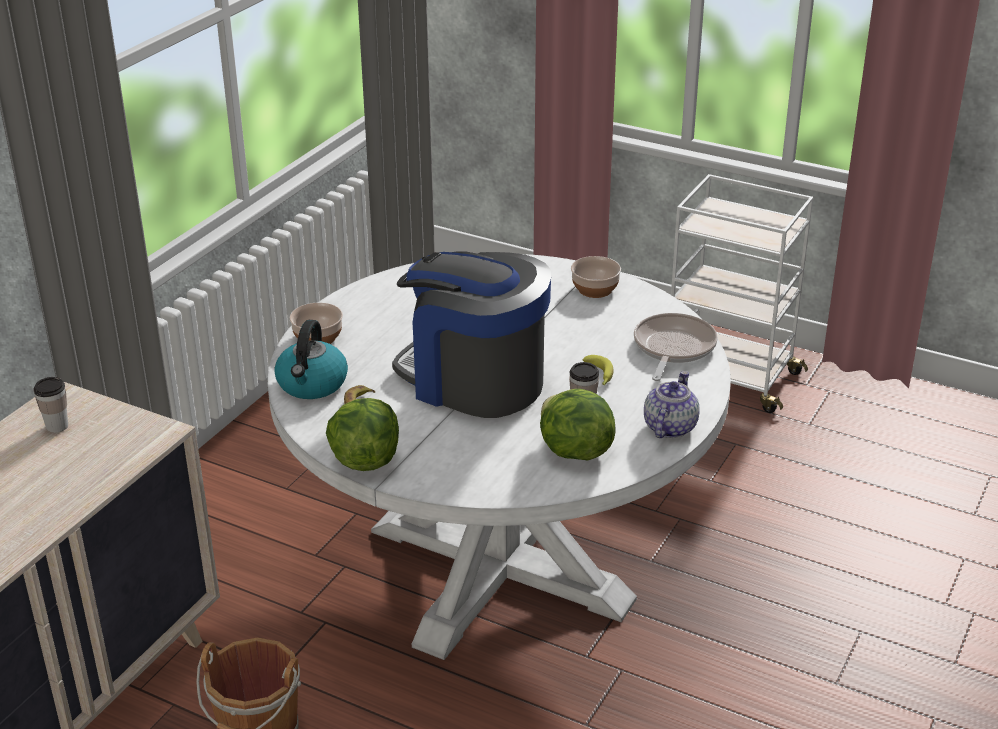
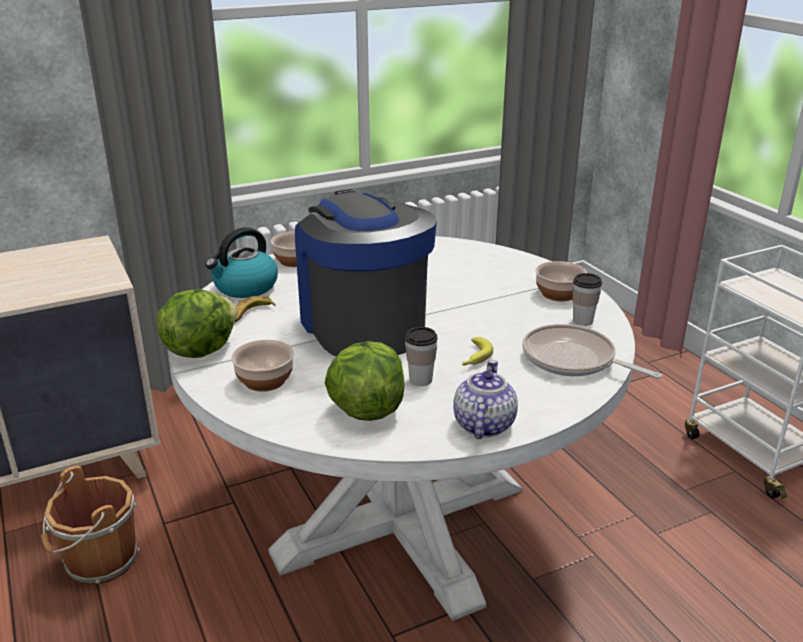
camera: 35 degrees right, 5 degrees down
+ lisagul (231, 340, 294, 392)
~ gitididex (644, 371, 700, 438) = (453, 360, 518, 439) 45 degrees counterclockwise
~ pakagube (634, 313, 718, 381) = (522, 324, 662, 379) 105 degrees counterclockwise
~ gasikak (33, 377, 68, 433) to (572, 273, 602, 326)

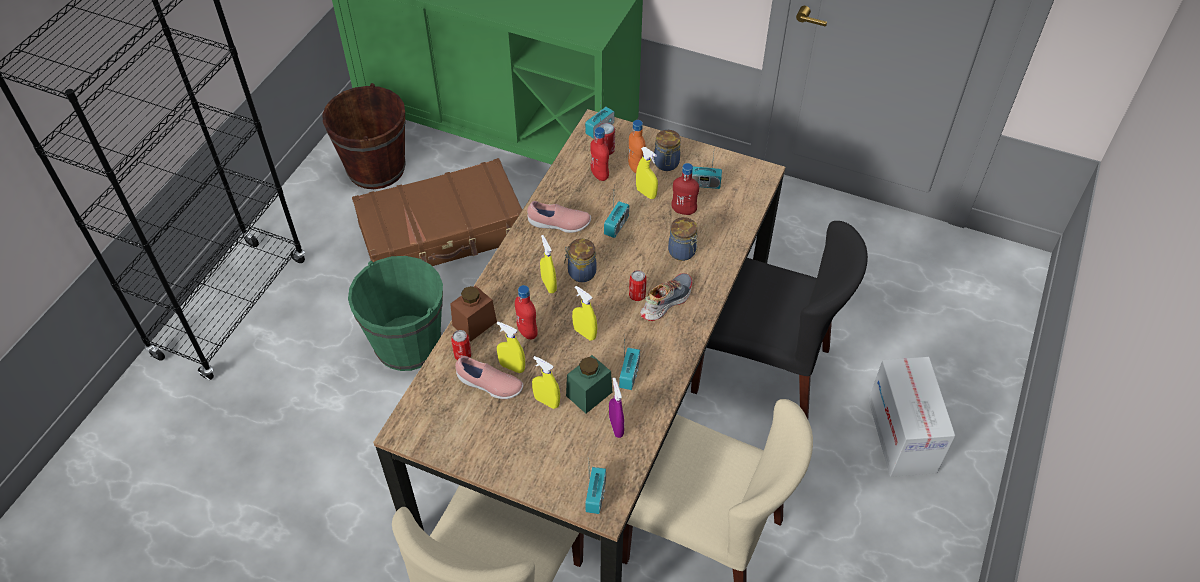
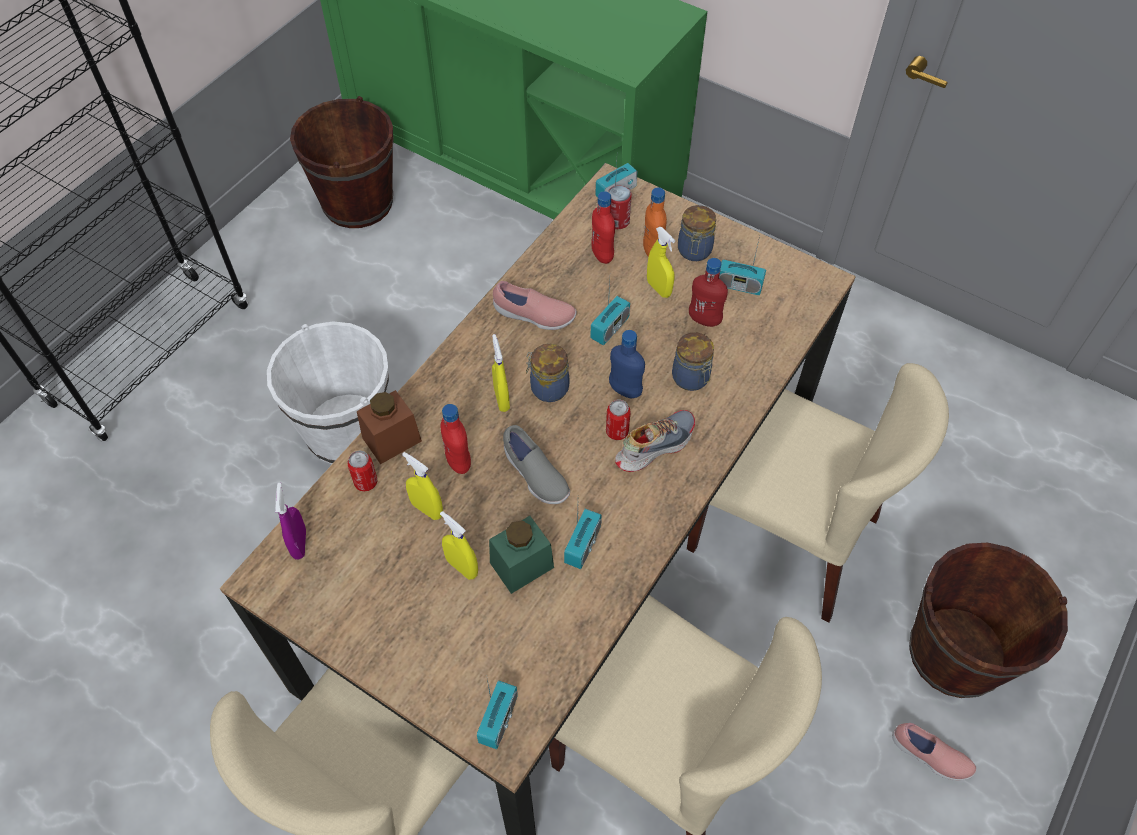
camera: 10 degrees right, 5 degrees up
~ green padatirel (348, 256, 443, 371) to white padatirel (267, 321, 389, 464)
~ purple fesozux (609, 378, 624, 438) to (275, 483, 306, 560)
~ yellow fesozux (572, 286, 597, 341) to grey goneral (503, 425, 570, 504)
+ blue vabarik (609, 330, 645, 399)
~ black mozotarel (691, 221, 868, 419) to beige mozotarel (687, 363, 949, 623)
~ pink goneral (455, 356, 523, 399) to (892, 723, 977, 781)
~ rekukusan (868, 357, 955, 477) to brown padatirel (909, 542, 1068, 698)
- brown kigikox (352, 158, 523, 266)

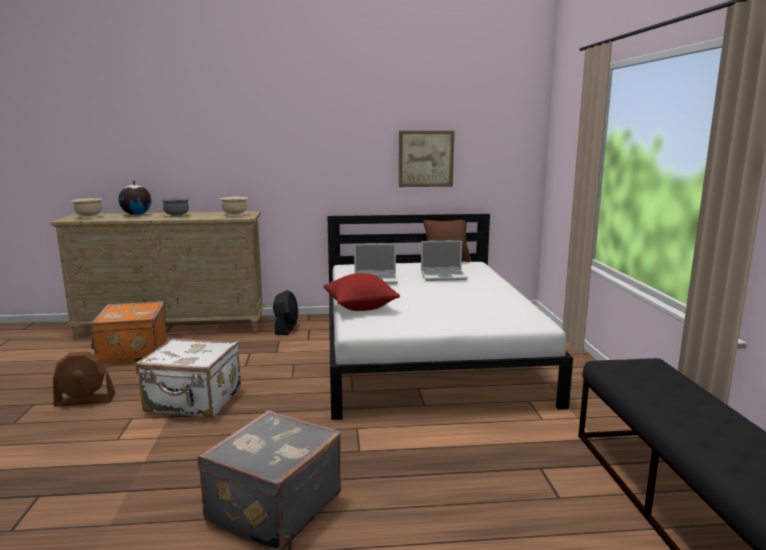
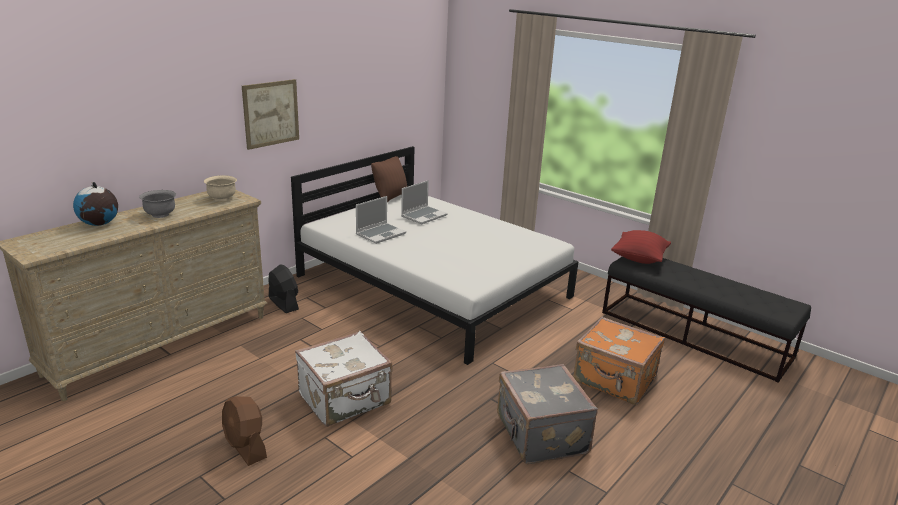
camera: 45 degrees left, 10 degrees up
~ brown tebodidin (53, 352, 115, 407) = (222, 396, 267, 466) 105 degrees clockwise
~ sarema (399, 131, 454, 187) to (242, 79, 299, 150)
~ orange kigikox (90, 301, 167, 366) to (573, 317, 665, 405)
~ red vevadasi (323, 273, 400, 311) to (611, 230, 671, 264)
- beige lisagul (72, 198, 102, 218)

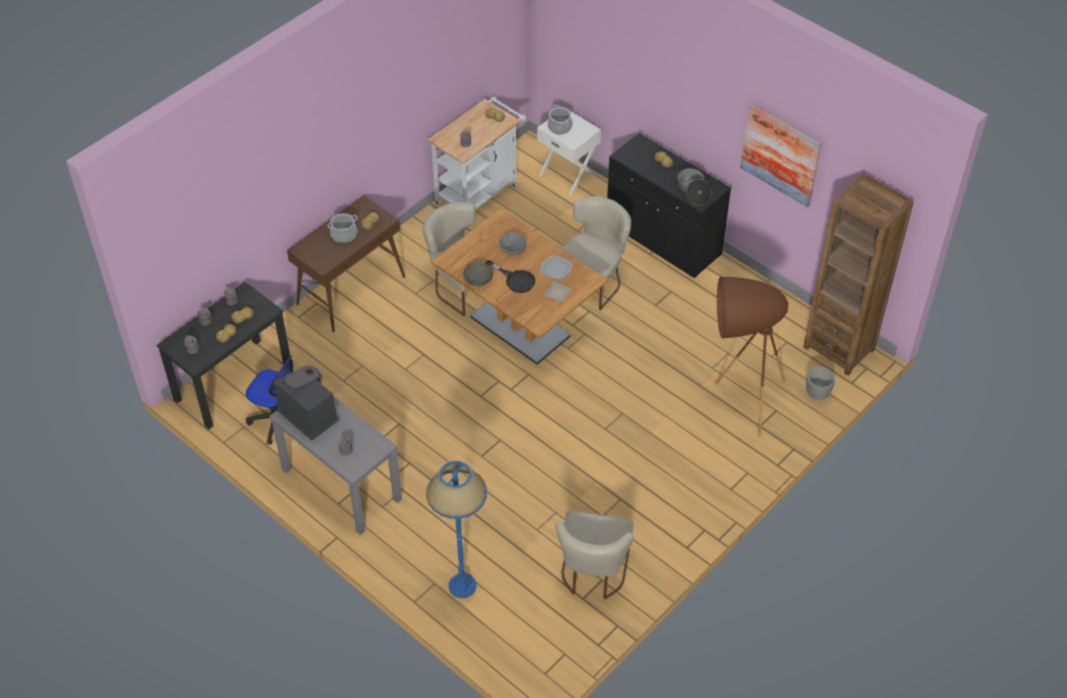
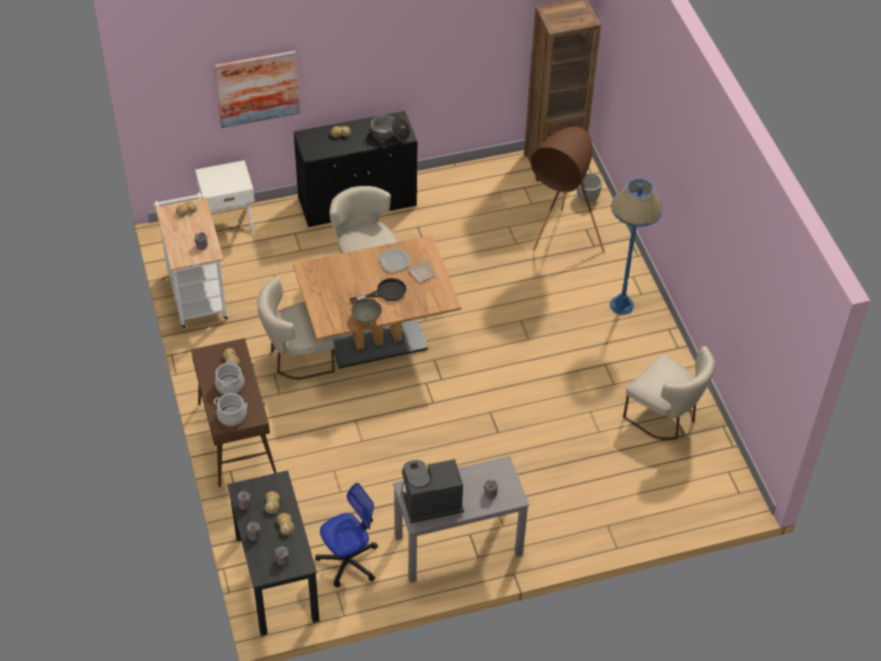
camera: 60 degrees left, 0 degrees up
~ sarema (740, 103, 822, 207) to (214, 50, 300, 128)
~ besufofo (547, 105, 573, 134) to (214, 393, 247, 426)
~ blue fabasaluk (426, 461, 487, 598) to (610, 179, 663, 315)
- grey lisagul (499, 233, 527, 256)

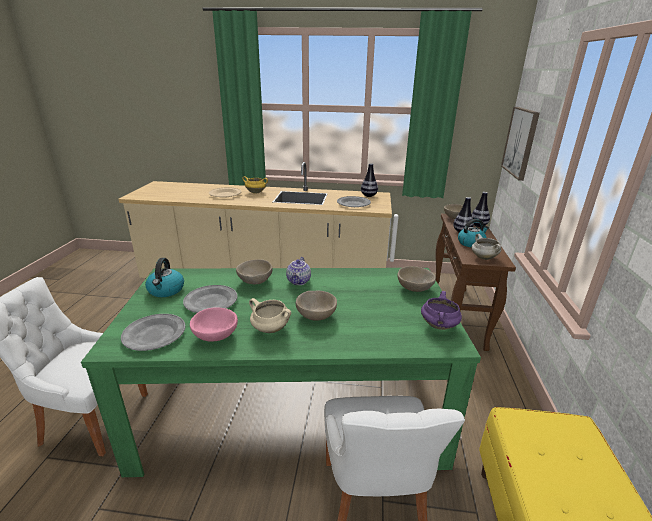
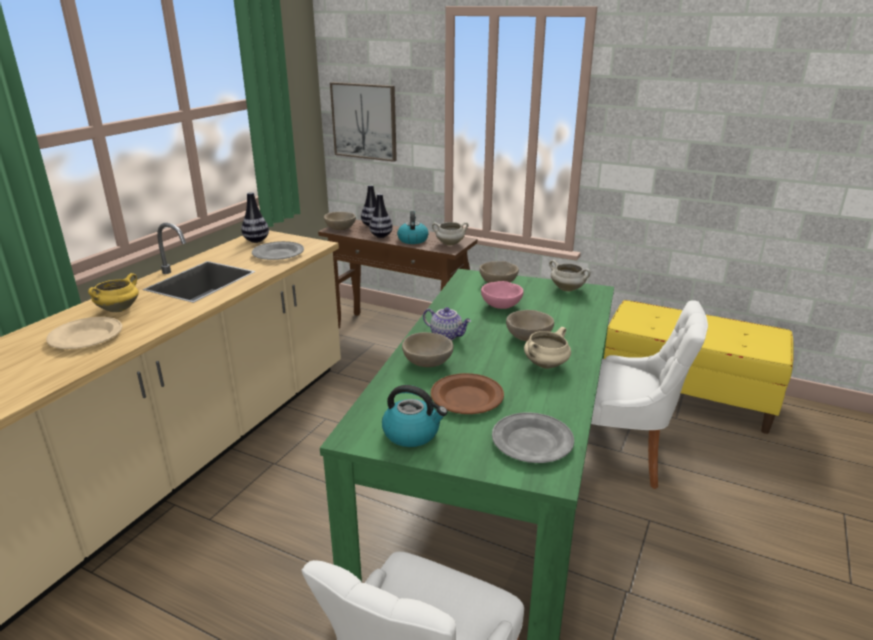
camera: 70 degrees left, 0 degrees up
~ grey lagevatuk (183, 285, 238, 313) to brown lagevatuk (431, 373, 504, 414)
~ pink lisagul (190, 307, 238, 342) to (481, 281, 524, 309)
~ purple besufofo (421, 291, 462, 330) to white besufofo (549, 260, 591, 291)

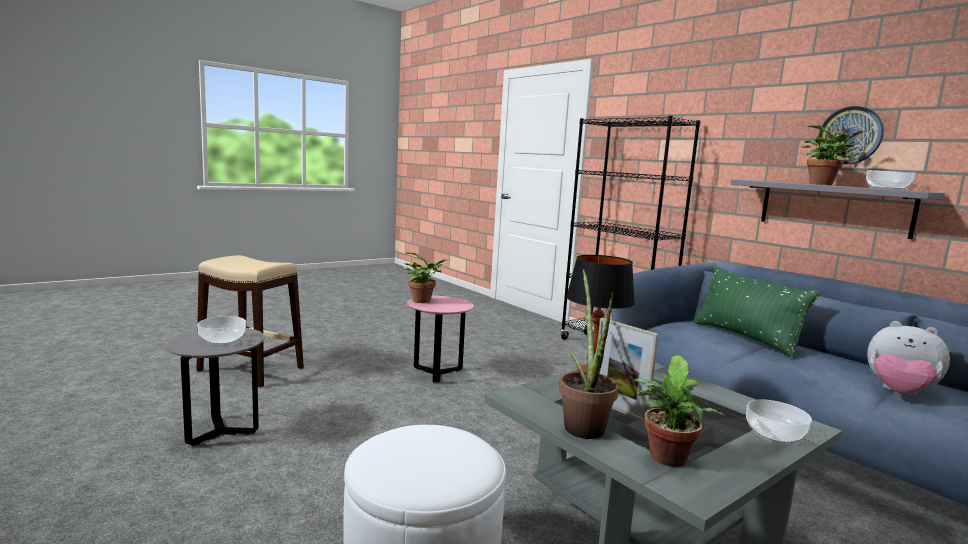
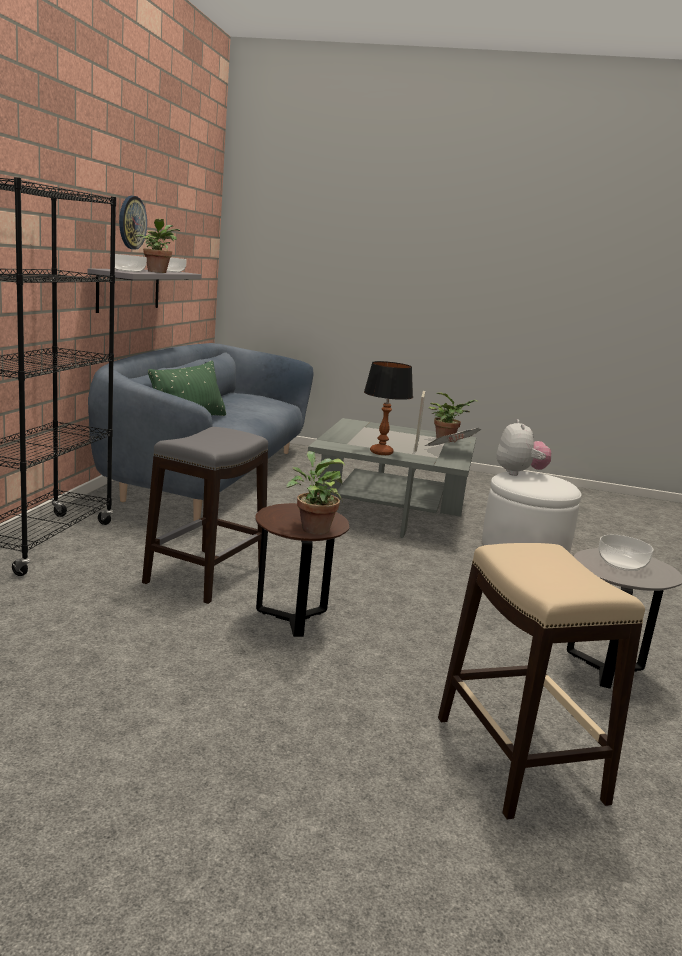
camera: 130 degrees left, 5 degrees up
~ lisagul (746, 399, 812, 444) to (115, 254, 147, 272)
+ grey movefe (142, 427, 268, 604)
~ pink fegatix (407, 296, 474, 382) to brown fegatix (255, 503, 349, 637)
~ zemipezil (559, 269, 619, 439) to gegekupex (424, 428, 482, 446)
~ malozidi (867, 321, 950, 395) to (497, 419, 551, 476)

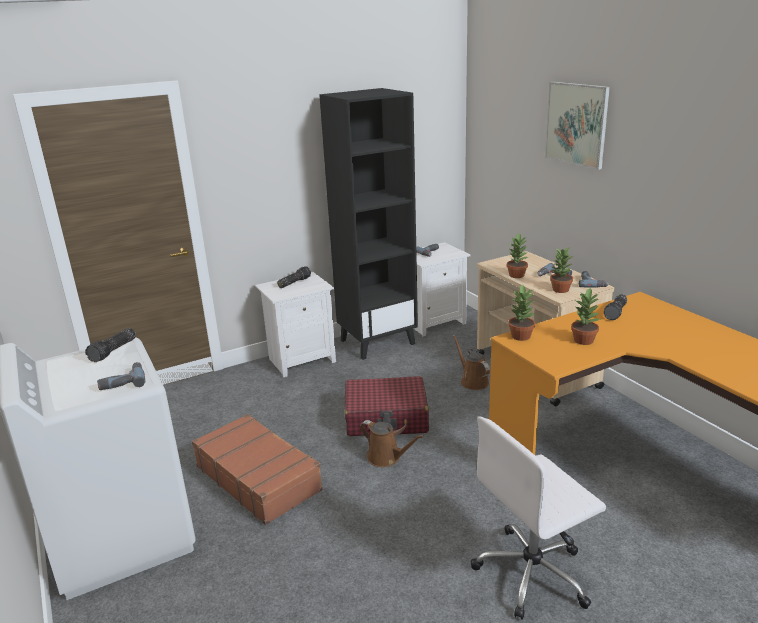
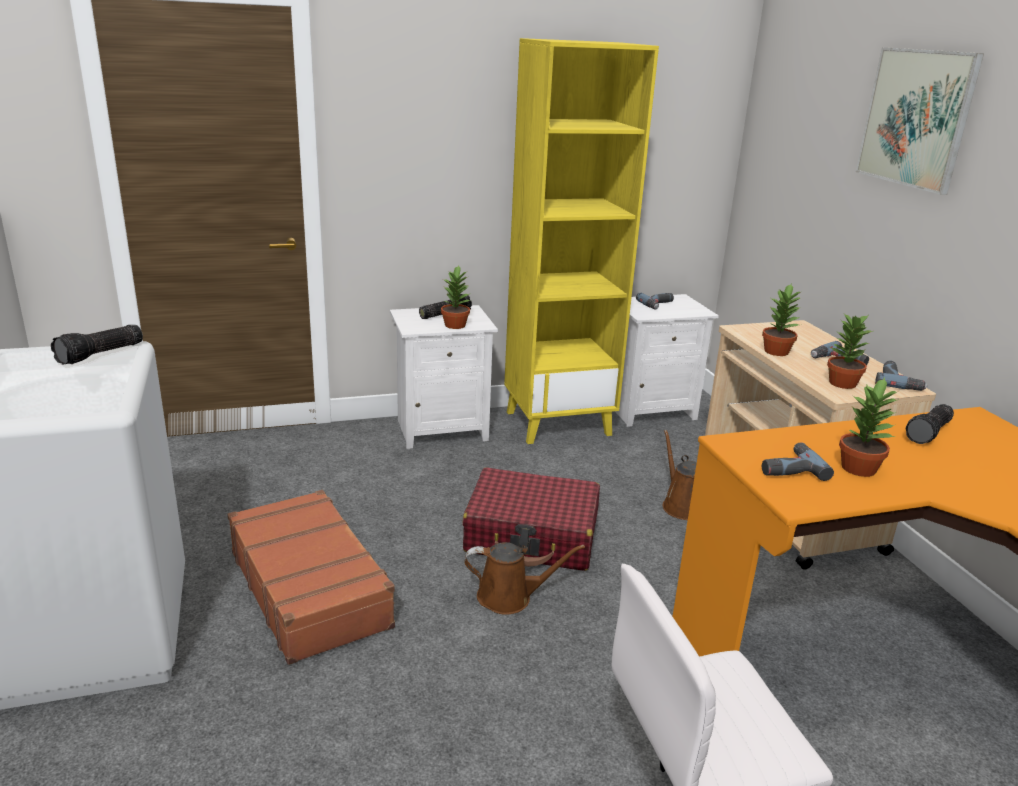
camera: 10 degrees right, 0 degrees up
~ zemipezil (508, 285, 535, 341) to (441, 266, 471, 329)
~ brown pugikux (360, 420, 424, 467) = (464, 542, 585, 615) 45 degrees counterclockwise
~ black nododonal (319, 88, 418, 360) to yellow nododonal (504, 38, 659, 444)
~ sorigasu (97, 362, 145, 390) to (762, 442, 834, 481)

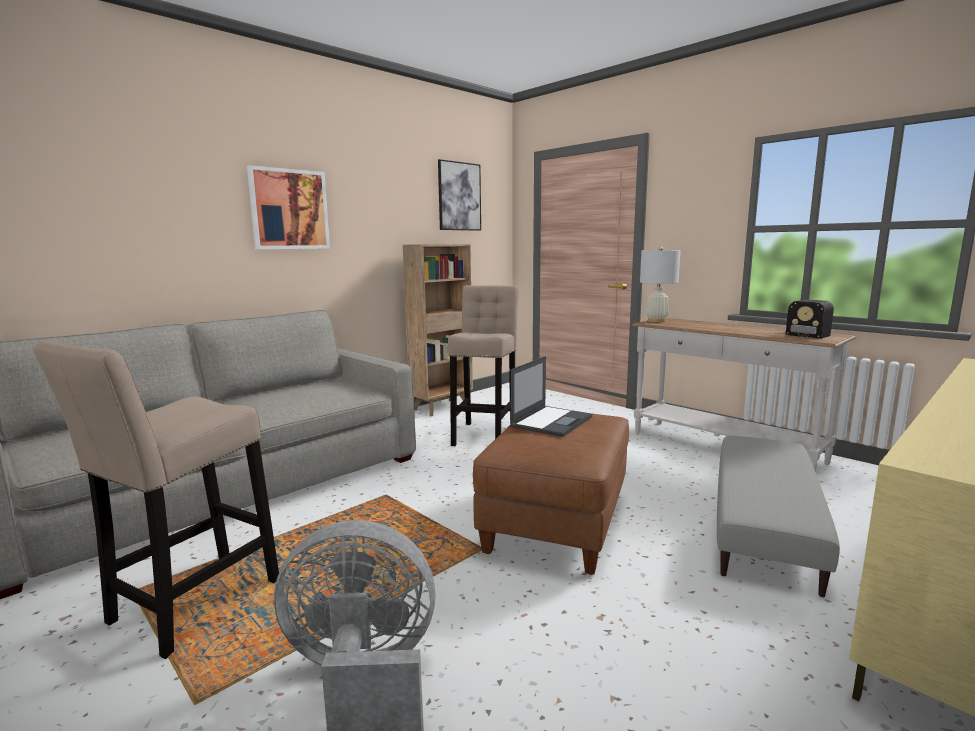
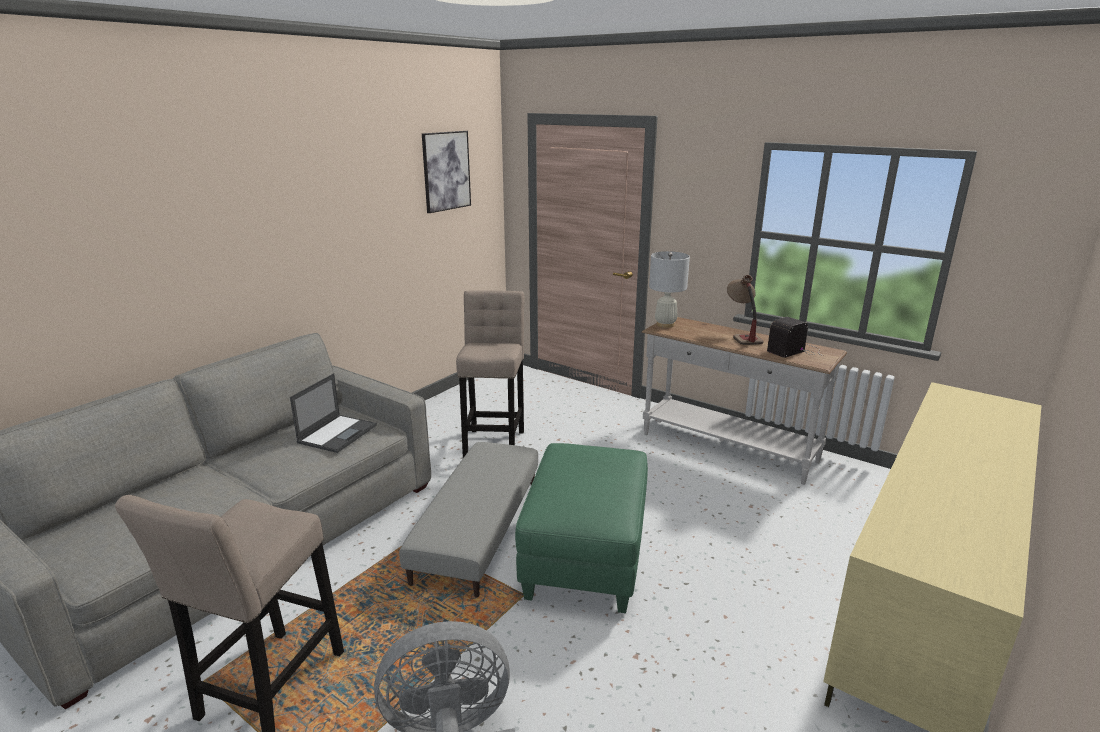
camera: 10 degrees left, 10 degrees up
~ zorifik (510, 356, 593, 437) to (290, 373, 377, 453)
~ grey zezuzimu (717, 436, 840, 597) to (399, 442, 538, 598)
~ brown zezuzimu (473, 413, 629, 575) to green zezuzimu (515, 443, 648, 613)
+ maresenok (727, 275, 763, 345)
~ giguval (768, 299, 834, 339) = (767, 317, 823, 358) 105 degrees clockwise
- sarema (247, 165, 330, 249)
- brown nododonal (403, 244, 473, 416)

